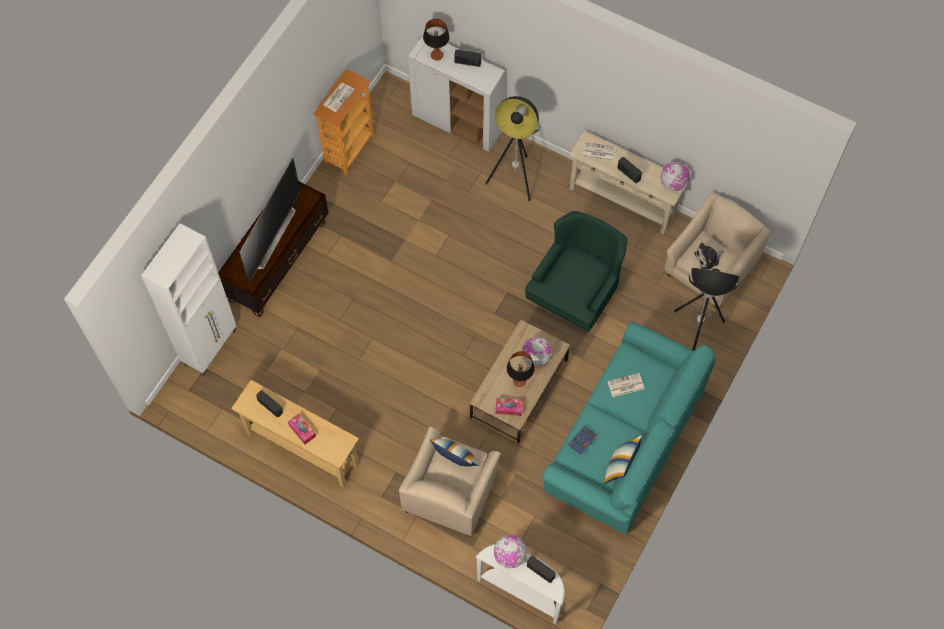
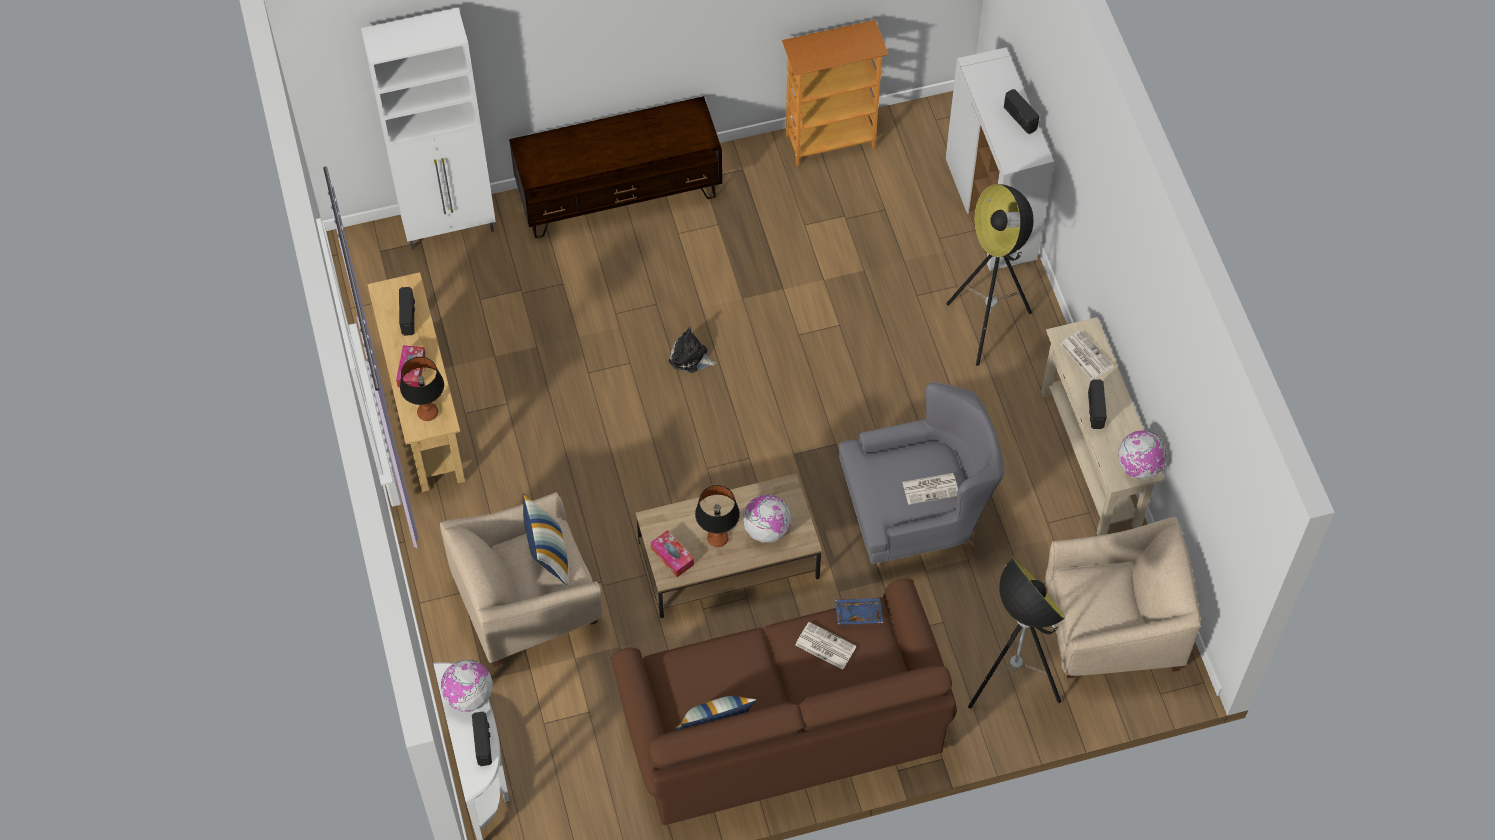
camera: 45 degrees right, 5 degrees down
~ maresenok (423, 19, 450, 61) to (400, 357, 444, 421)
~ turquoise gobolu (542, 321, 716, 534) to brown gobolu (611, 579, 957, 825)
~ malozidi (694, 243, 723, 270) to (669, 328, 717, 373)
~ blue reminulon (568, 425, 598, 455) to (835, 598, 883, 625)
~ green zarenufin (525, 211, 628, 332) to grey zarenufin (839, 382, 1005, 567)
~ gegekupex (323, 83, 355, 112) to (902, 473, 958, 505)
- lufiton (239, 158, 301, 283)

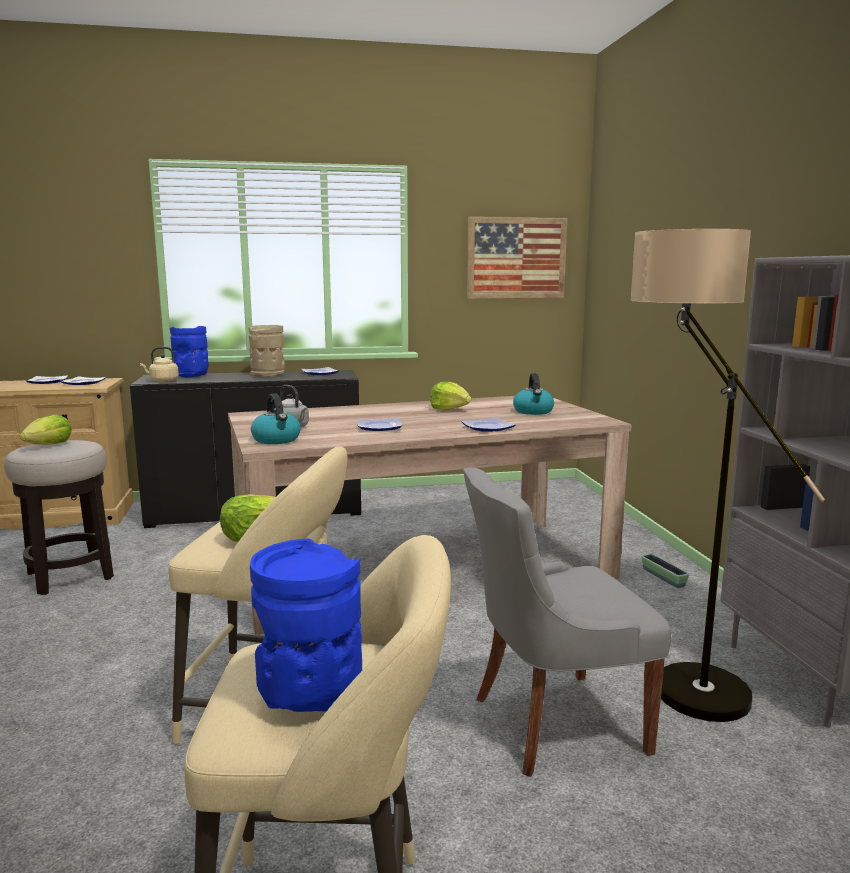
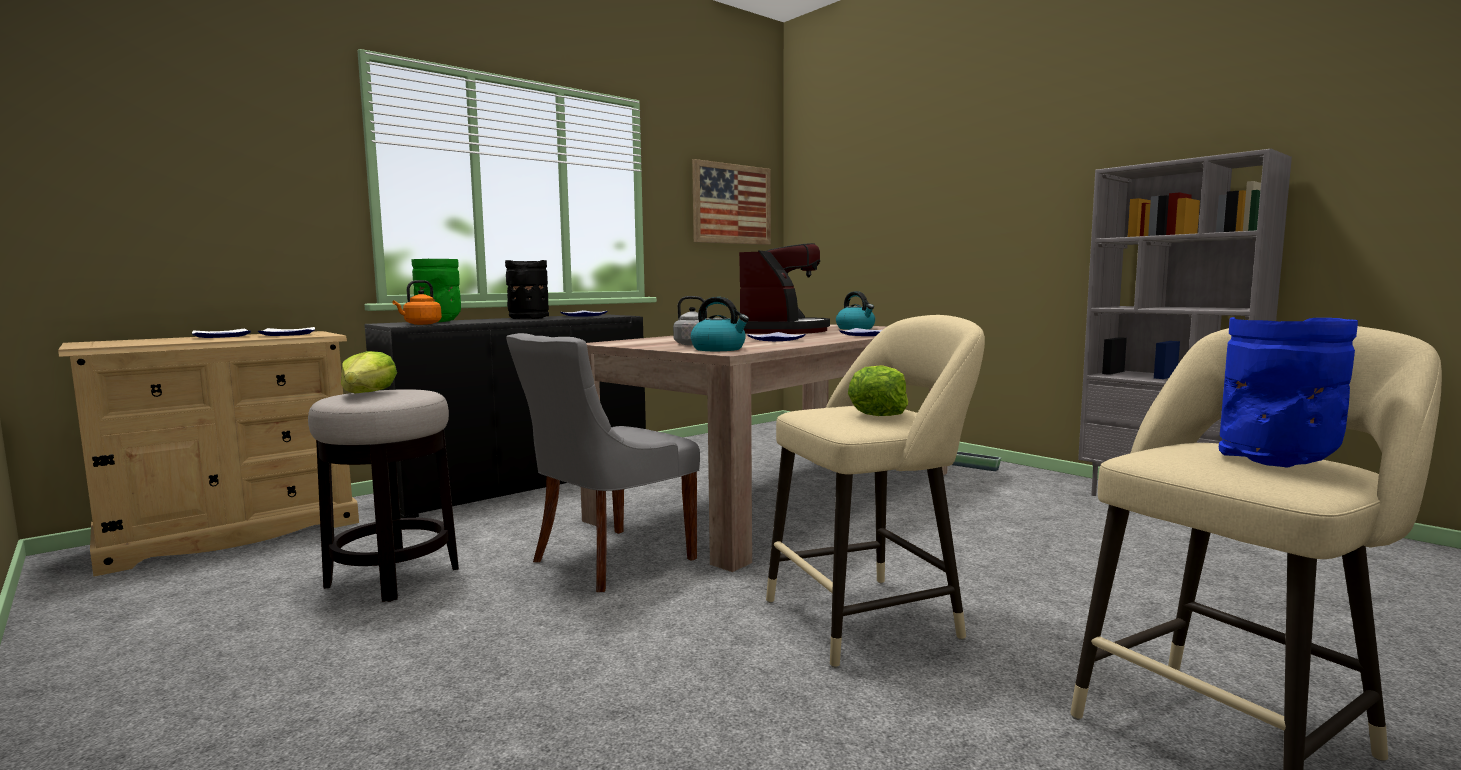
camera: 30 degrees left, 5 degrees down
~ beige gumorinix (140, 347, 179, 382) to orange gumorinix (392, 280, 442, 325)
~ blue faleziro (170, 326, 209, 378) to green faleziro (412, 259, 461, 322)
~ beige faleziro (248, 325, 285, 377) to black faleziro (505, 260, 549, 319)
~ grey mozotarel (463, 467, 671, 777) to (506, 333, 700, 592)
~ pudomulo (430, 382, 471, 411) to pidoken (739, 243, 830, 334)
- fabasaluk (630, 229, 825, 722)

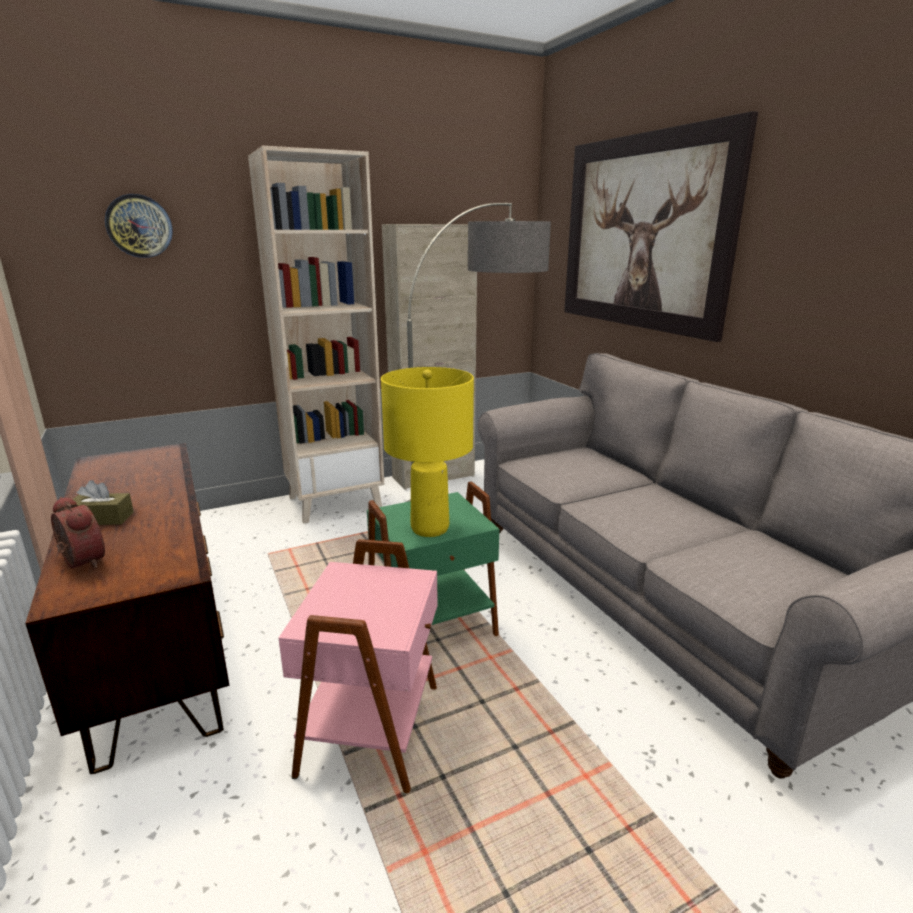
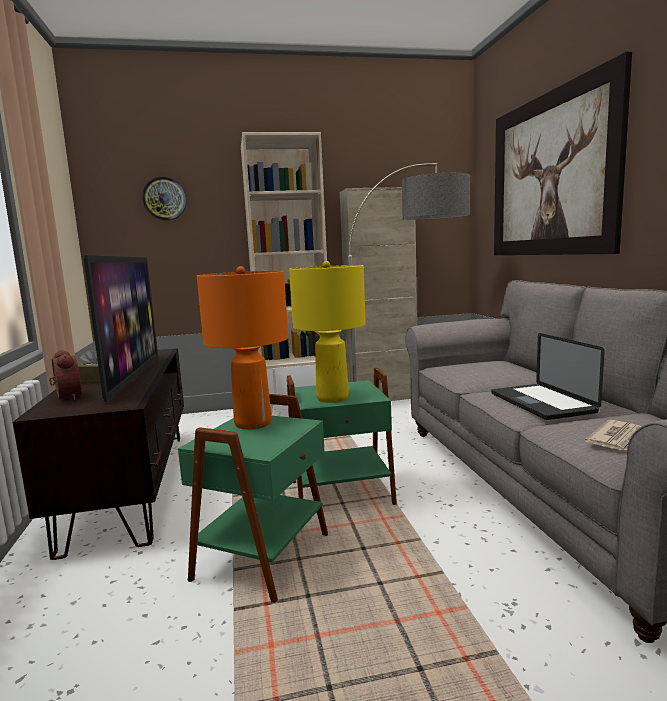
camera: 15 degrees right, 10 degrees down
+ lufiton (84, 255, 158, 402)
~ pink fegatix (278, 539, 438, 793) to green fegatix (178, 394, 328, 603)
+ orange maresenok (197, 266, 288, 430)
+ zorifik (491, 333, 605, 420)
+ gegekupex (585, 420, 641, 450)

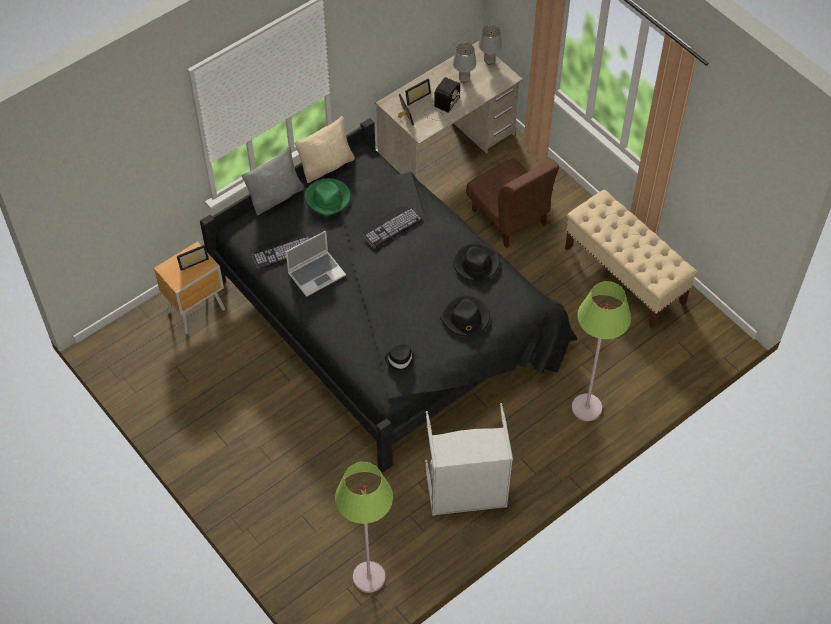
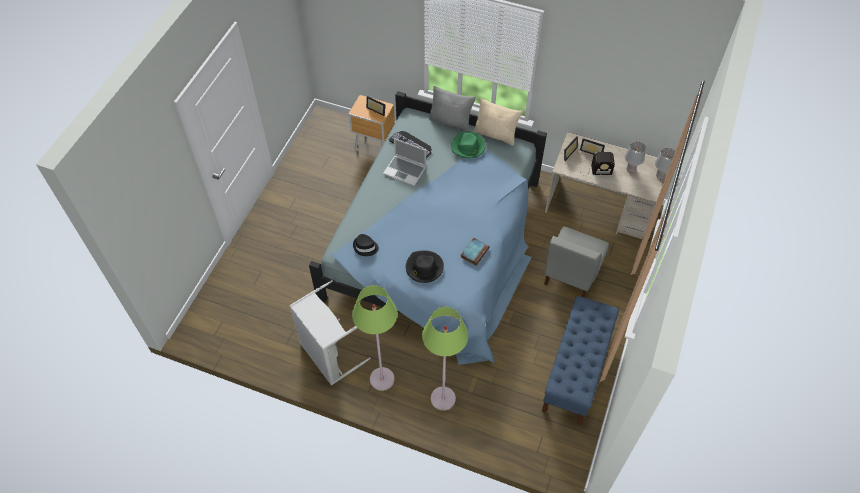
camera: 60 degrees right, 0 degrees up
~ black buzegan (200, 118, 577, 472) to blue buzegan (309, 91, 547, 365)
~ green fabasaluk (335, 462, 393, 593) to (352, 285, 398, 391)
~ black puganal (453, 243, 500, 281) to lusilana (461, 238, 489, 266)
~ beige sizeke (565, 190, 697, 329) to blue sizeke (541, 296, 619, 425)
~ brown mozotarel (466, 158, 559, 248) to grey mozotarel (544, 227, 609, 298)
- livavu (363, 207, 422, 248)

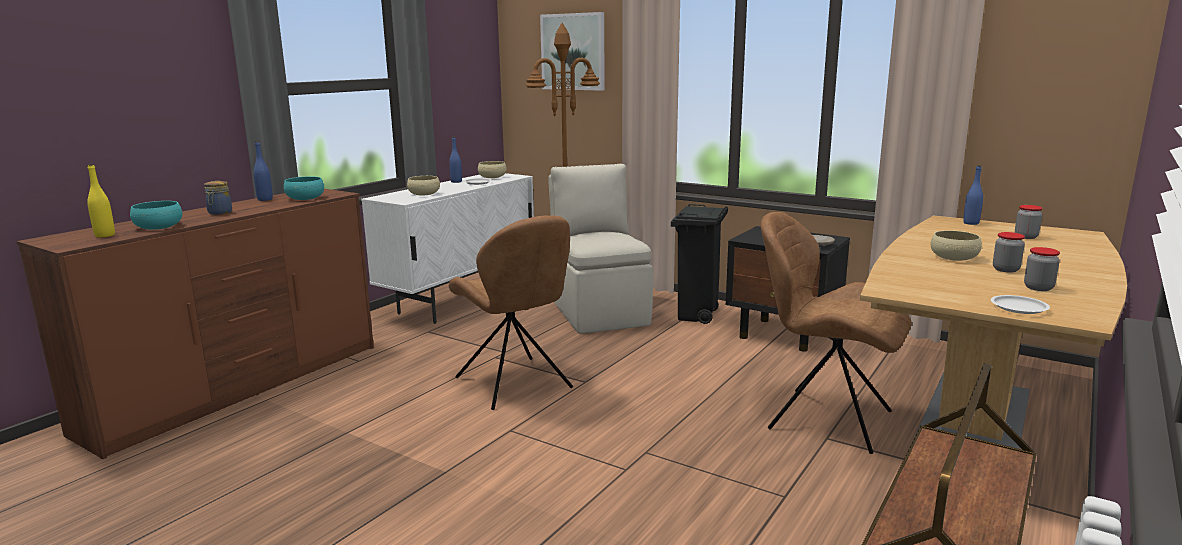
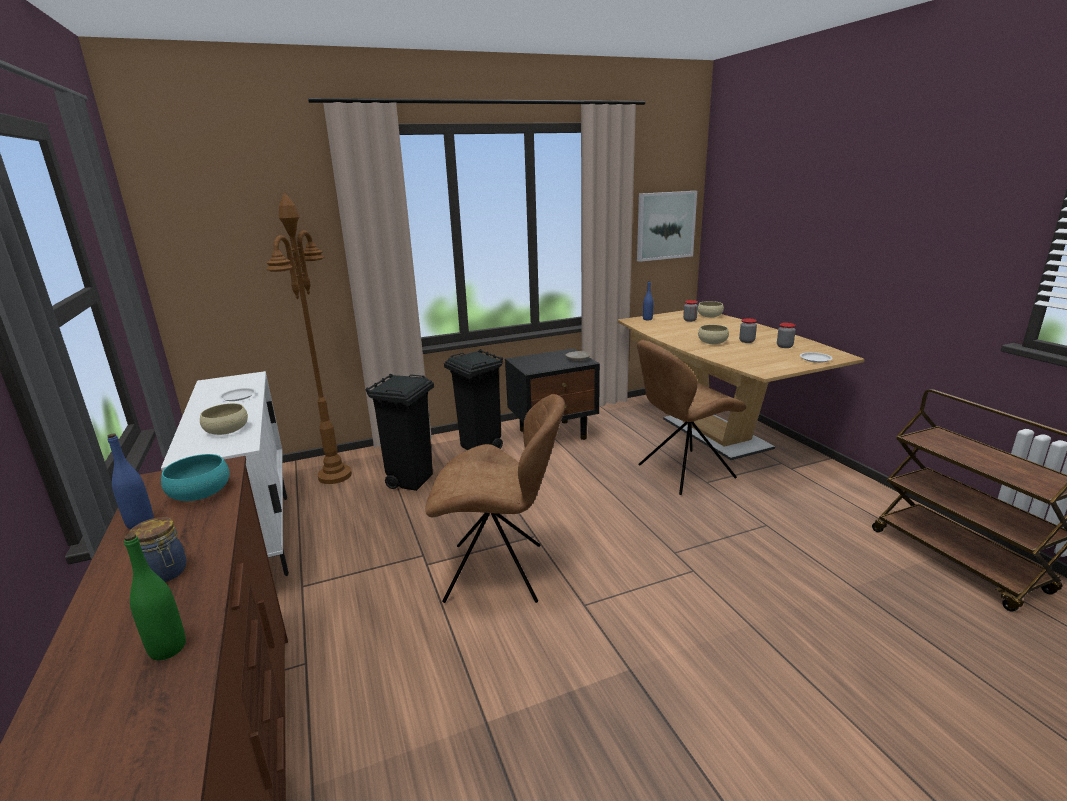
camera: 55 degrees left, 5 degrees up
~ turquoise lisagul (130, 201, 182, 230) to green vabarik (124, 533, 186, 660)
~ beige mozotarel (548, 164, 653, 334) to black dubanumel (366, 374, 434, 491)
~ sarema (540, 12, 605, 91) to (637, 191, 697, 262)
~ beige lisagul (478, 161, 507, 178) to (698, 301, 724, 318)
- yellow vabarik (87, 164, 115, 237)
- blue vabarik (449, 137, 462, 183)

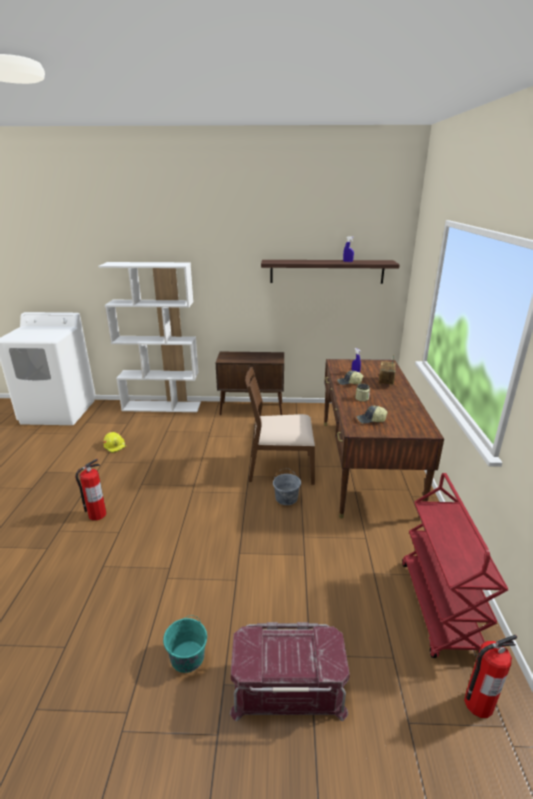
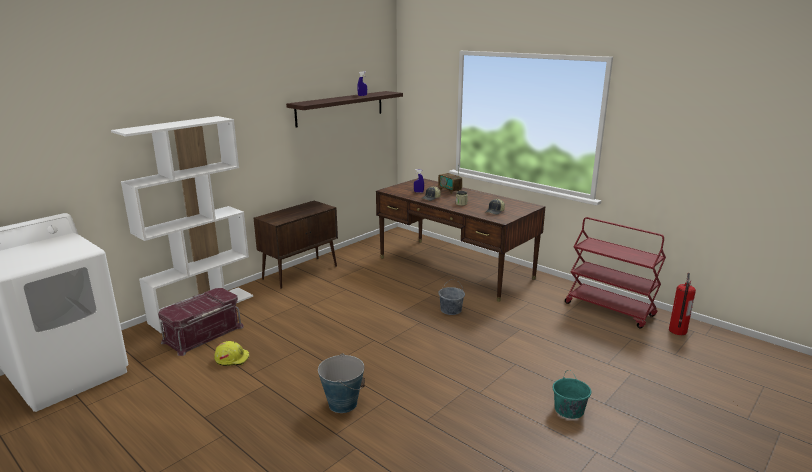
camera: 50 degrees left, 5 degrees down
~ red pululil (230, 622, 350, 721) to (158, 288, 244, 356)
~ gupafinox (75, 459, 107, 521) to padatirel (318, 353, 365, 413)
- brown mozotarel (245, 367, 315, 485)

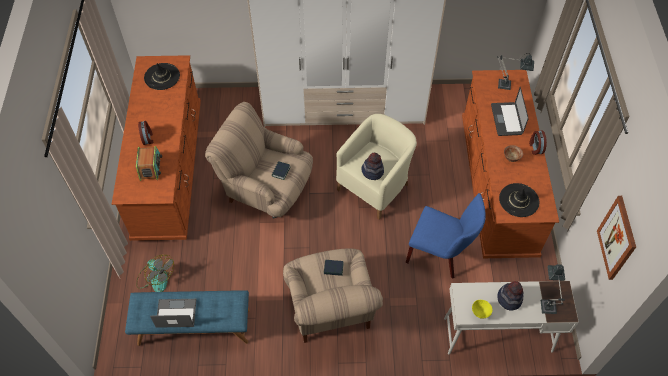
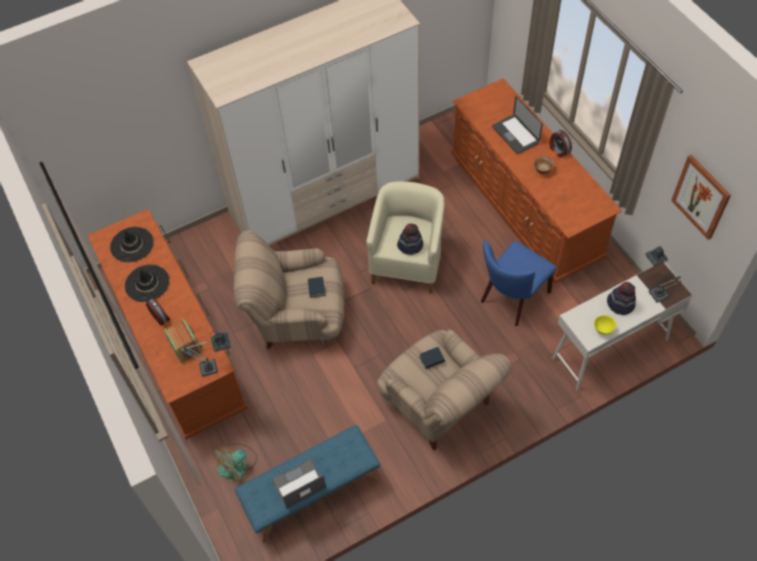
camera: 25 degrees left, 0 degrees up
~ black puganal (499, 183, 539, 217) to (125, 265, 169, 302)
~ maresenok (497, 53, 534, 90) to (180, 331, 231, 377)
~ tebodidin (136, 255, 174, 292) = (214, 443, 257, 482) 120 degrees clockwise
~ blue mozotarel (406, 193, 486, 279) = (481, 240, 557, 326) 135 degrees clockwise

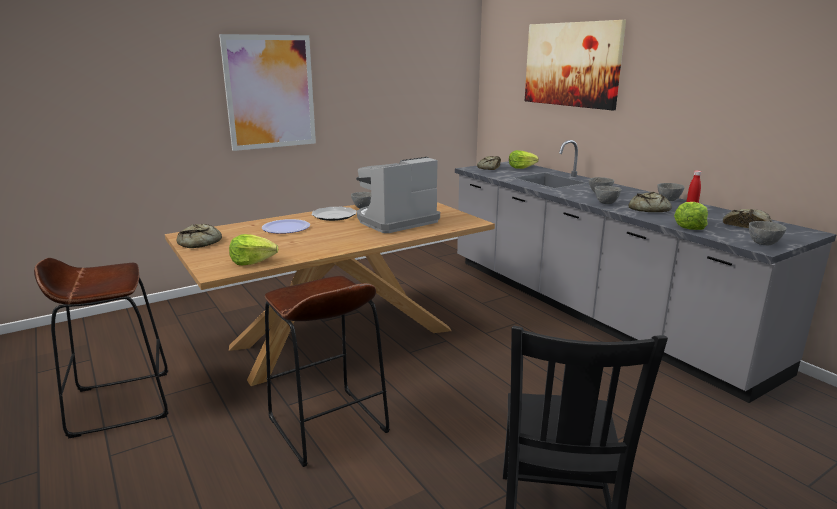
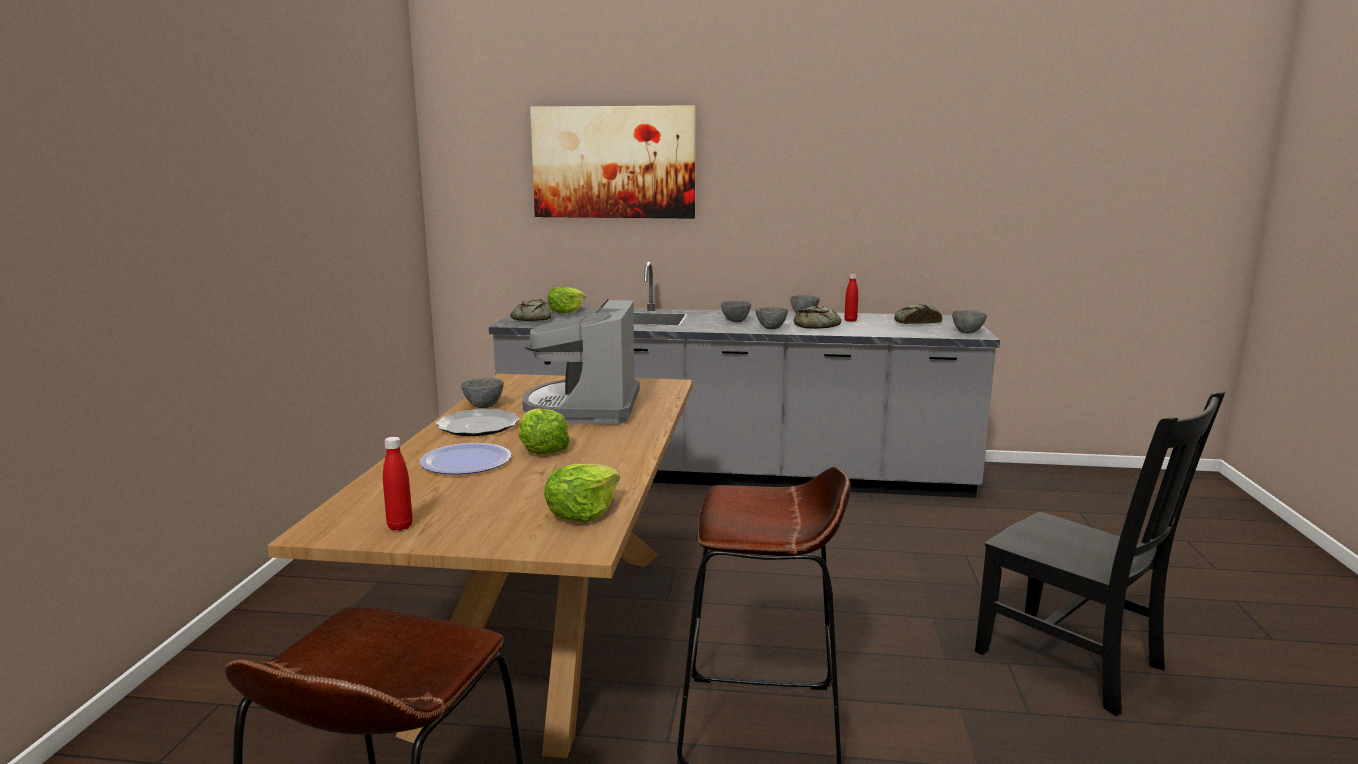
camera: 50 degrees left, 5 degrees down
~ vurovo (177, 224, 222, 248) to red vabarik (383, 437, 413, 531)
~ pudomulo (674, 202, 708, 230) to (518, 409, 570, 454)
- sarema (219, 34, 316, 151)

